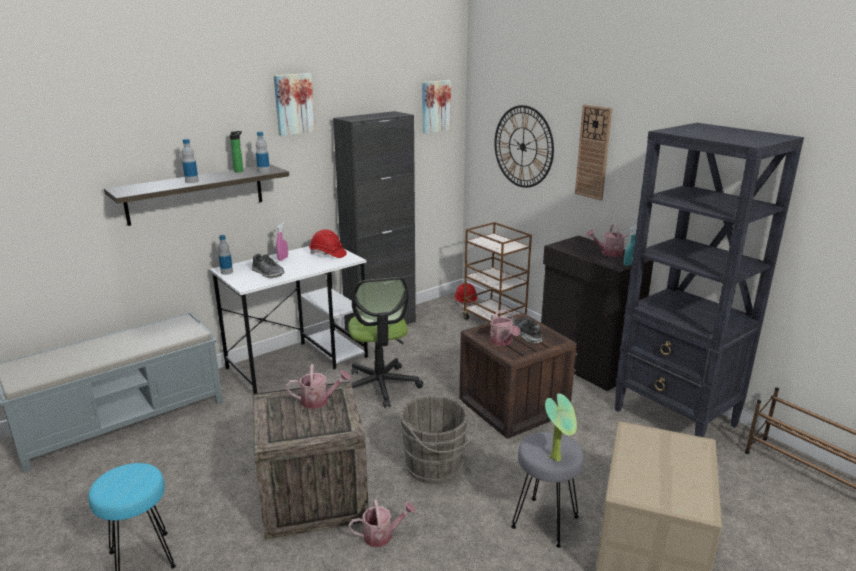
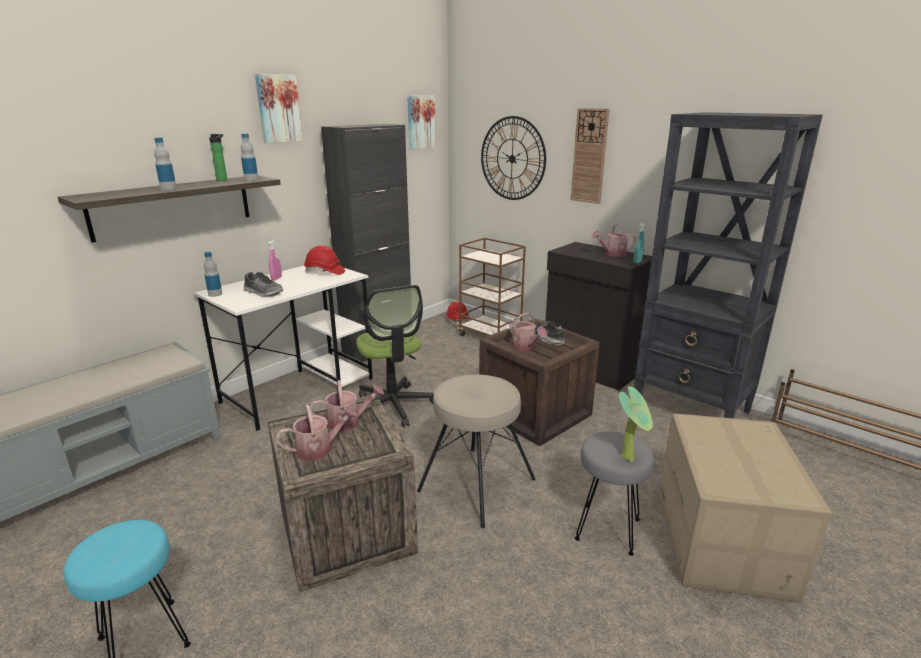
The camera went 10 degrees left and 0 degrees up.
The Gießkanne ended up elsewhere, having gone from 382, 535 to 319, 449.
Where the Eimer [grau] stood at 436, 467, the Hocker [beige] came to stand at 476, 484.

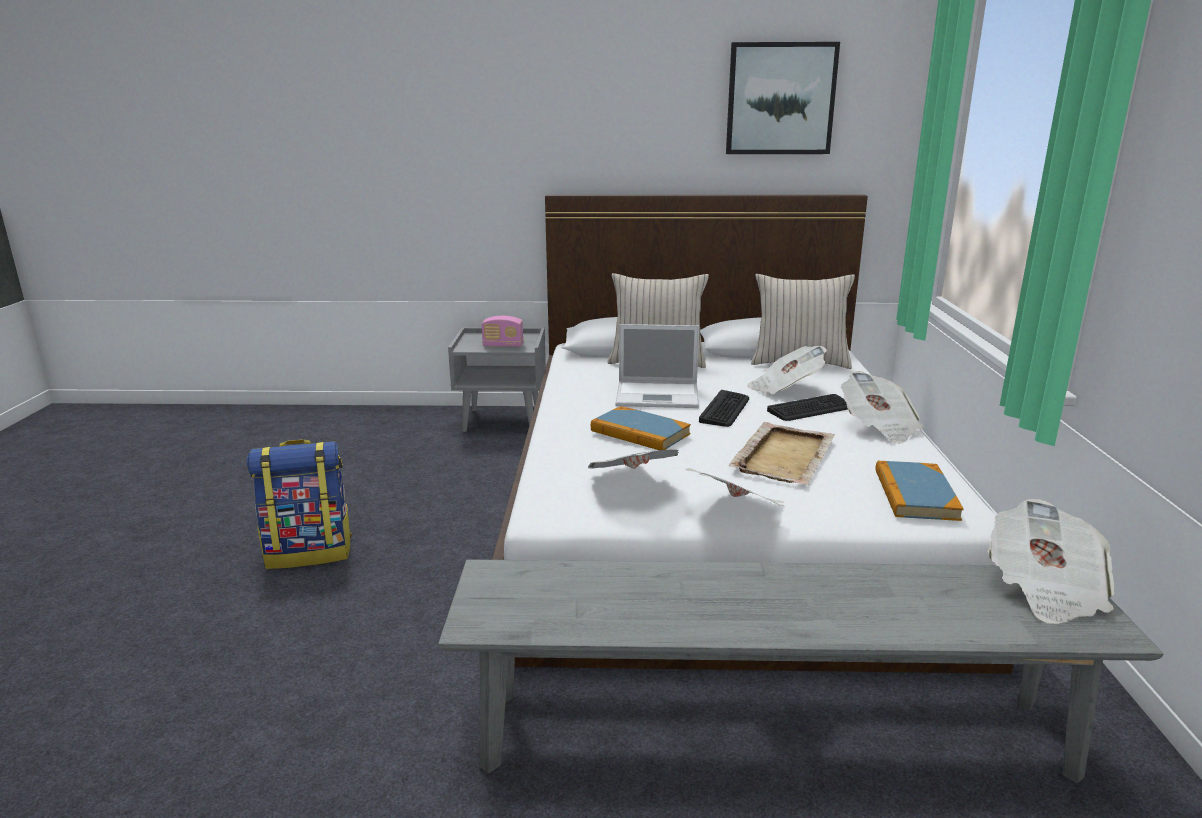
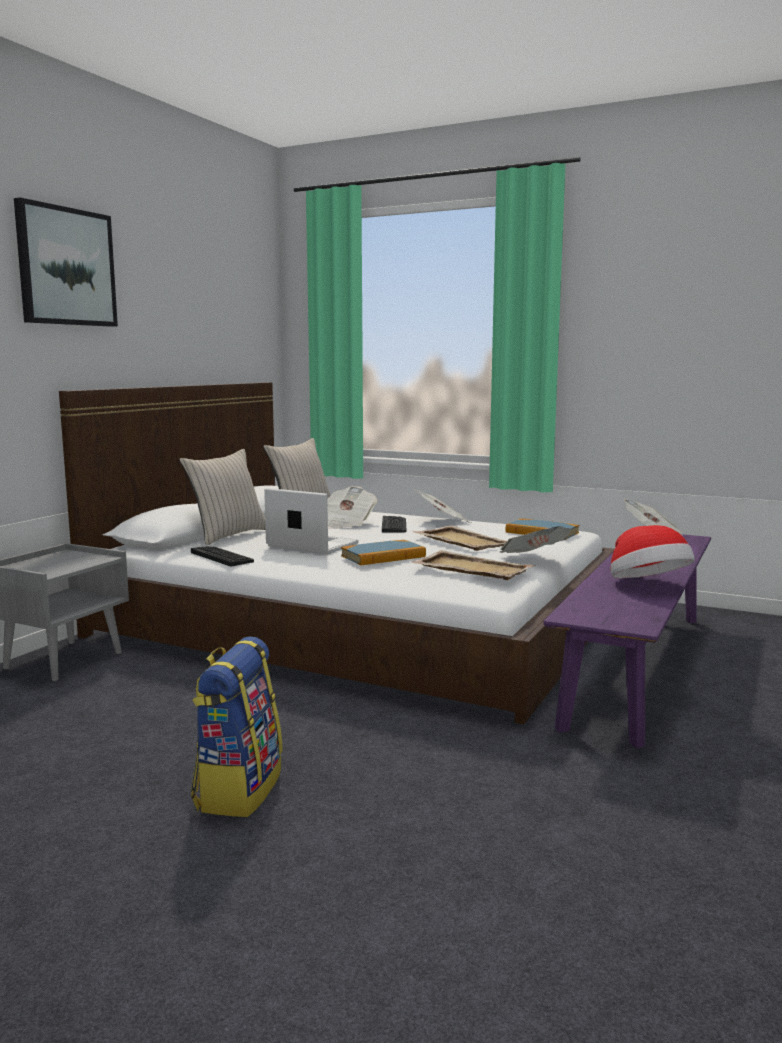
The camera went 65 degrees left and 10 degrees down.
The second view lost the Radio at 503, 346.
The second view gained the Hut at 648, 585.
The Tastatur ended up elsewhere, having gone from 725, 409 to 222, 557.
The Bild ended up elsewhere, having gone from 780, 99 to 66, 267.
Where the Zeitung stood at 632, 483, the Tablett [beige] came to stand at 471, 569.
What was the Bank [grau] at 770, 733 turned into the Bank [lila] at 637, 666.
The Laptop at 659, 395 ended up facing another way, 90 degrees counterclockwise from before.

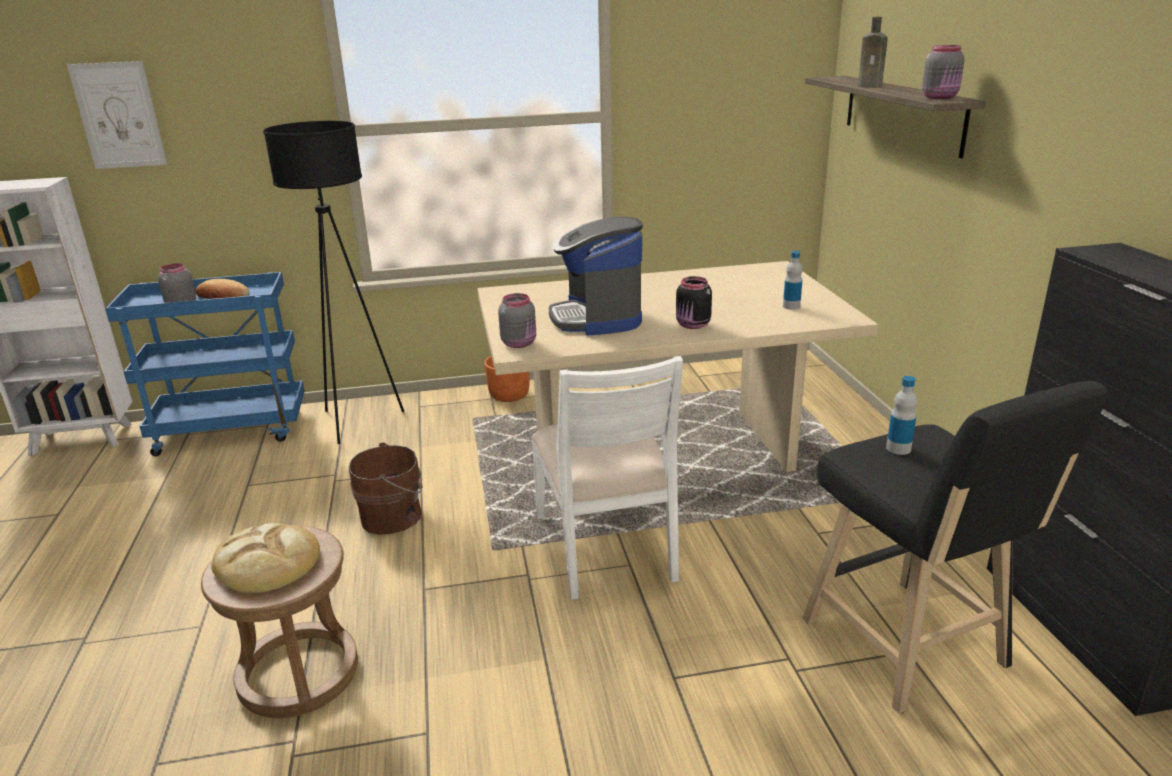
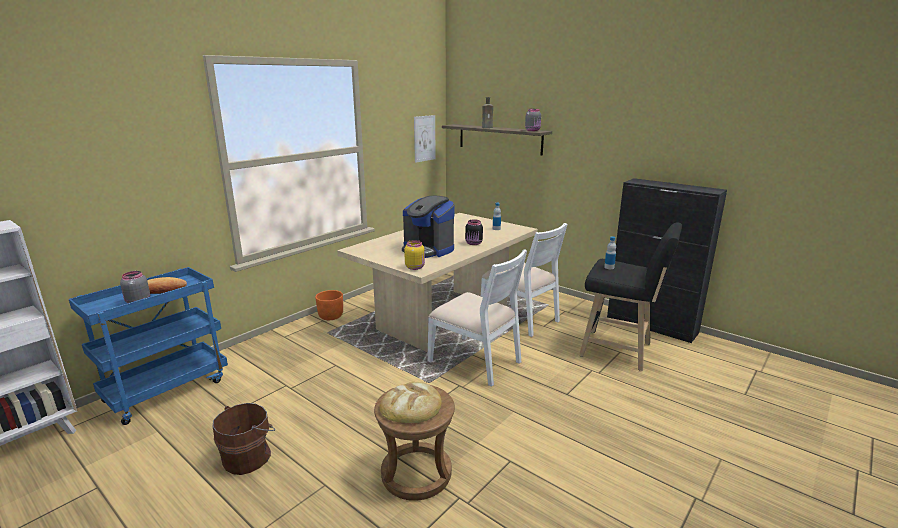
The camera went 40 degrees left and 5 degrees down.
The second view lost the Stehlampe [schwarz] at 357, 421.
The second view gained the Stuhl [weiß] at 520, 318.
The Bild ended up elsewhere, having gone from 119, 115 to 424, 138.
The Eimer [braun] ended up elsewhere, having gone from 394, 516 to 249, 456.
What was the Vorratsglas [grau] at 520, 343 turned into the Vorratsglas [gelb] at 415, 267.

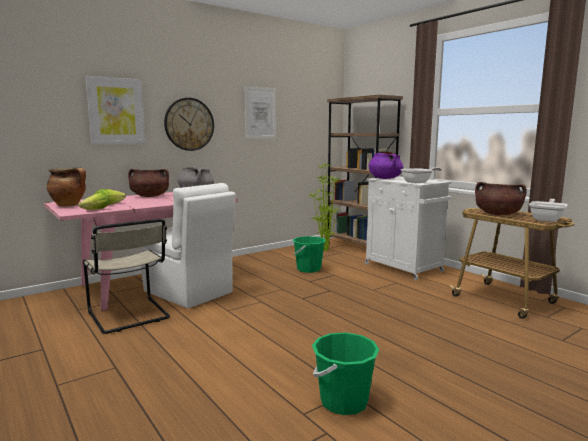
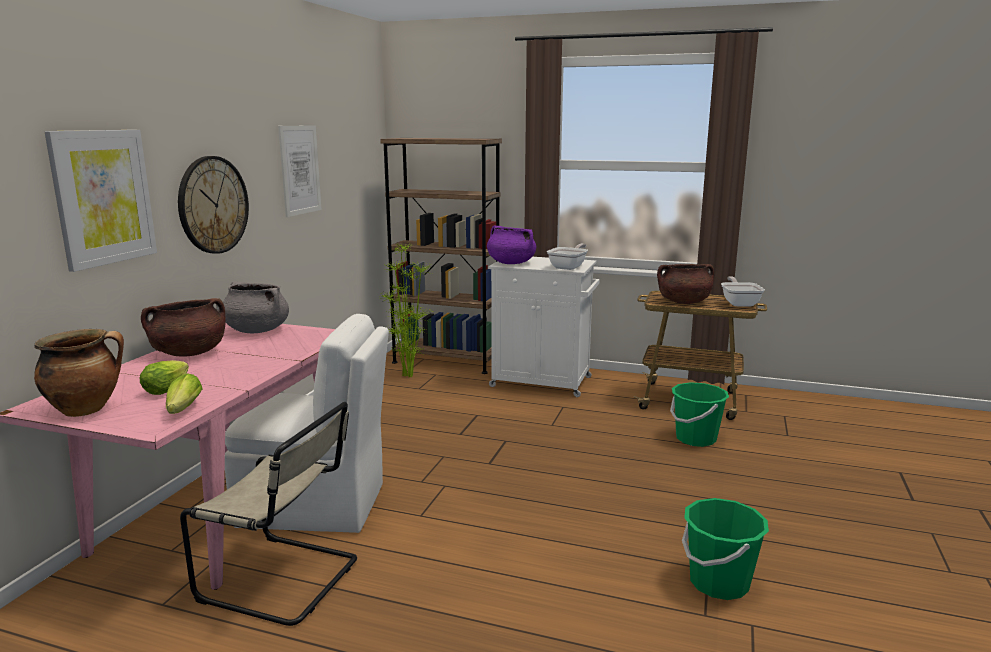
The camera went 35 degrees left and 5 degrees up.
The Eimer [grün] ended up elsewhere, having gone from 308, 269 to 695, 438.

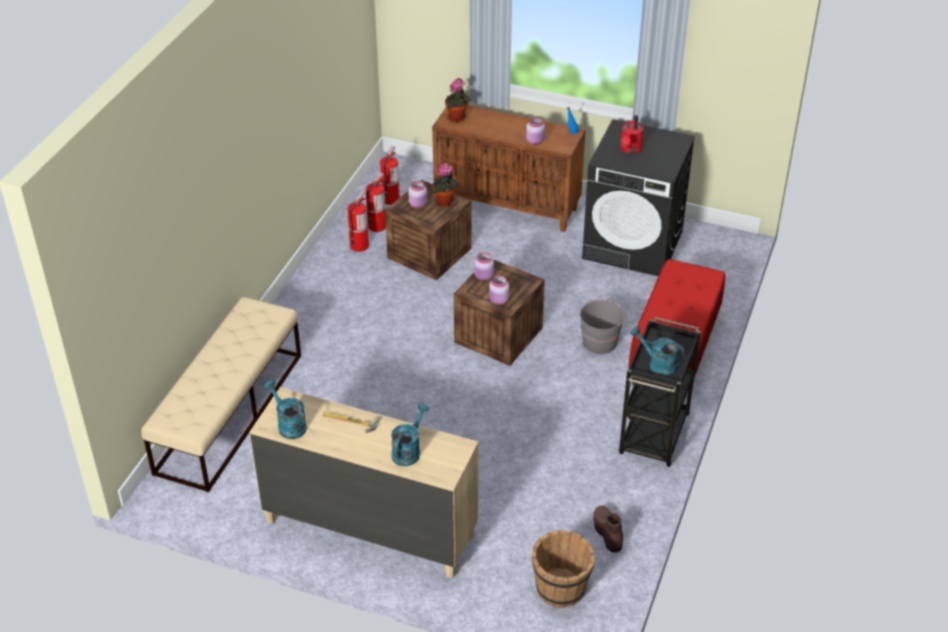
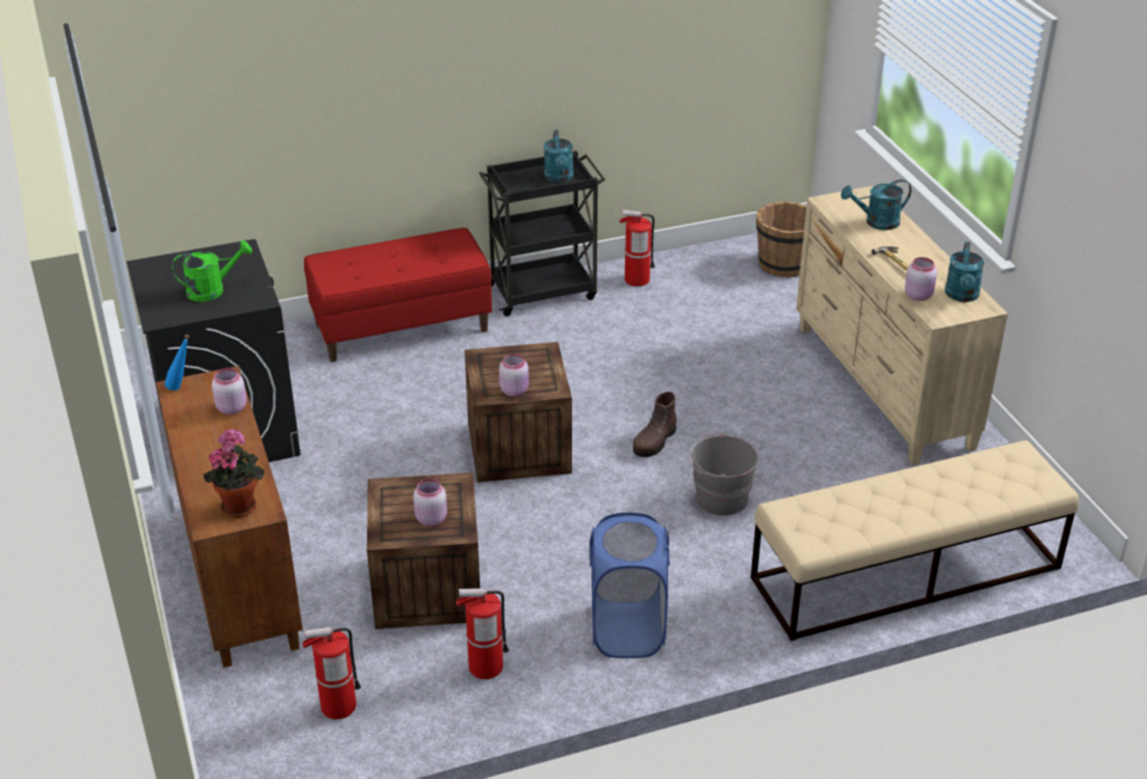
The camera went 130 degrees left and 5 degrees down.
The second view lost the Topfpflanze at 445, 203.
The second view gained the Wäschekorb [blau] at 627, 630.
The Feuerlöscher ended up elsewhere, having gone from 377, 226 to 636, 279.
The Vorratsglas [rosa] ended up elsewhere, having gone from 499, 301 to 918, 295.
The Eimer [grau] ended up elsewhere, having gone from 600, 342 to 720, 499.
The Stiefel [braun] ended up elsewhere, having gone from 607, 532 to 654, 442.
What was the Gießkanne [rot] at 630, 150 turned into the Gießkanne [grün] at 212, 290.

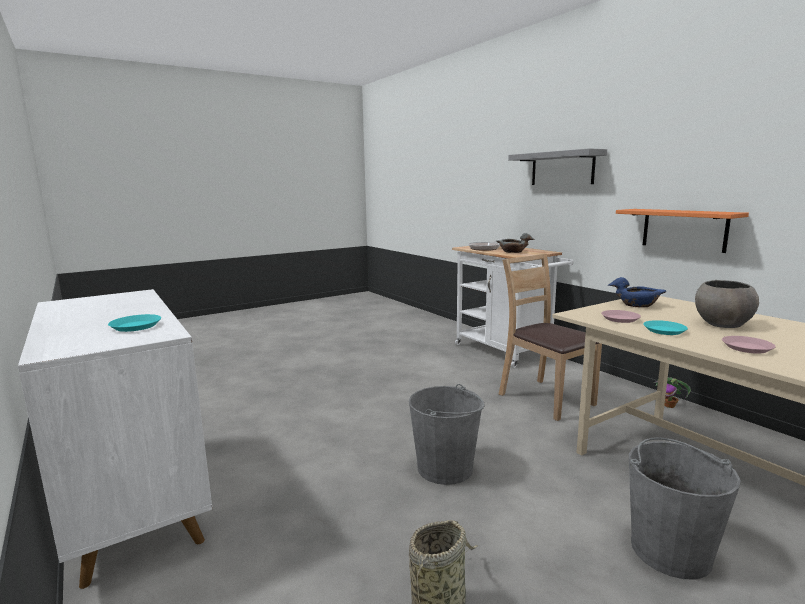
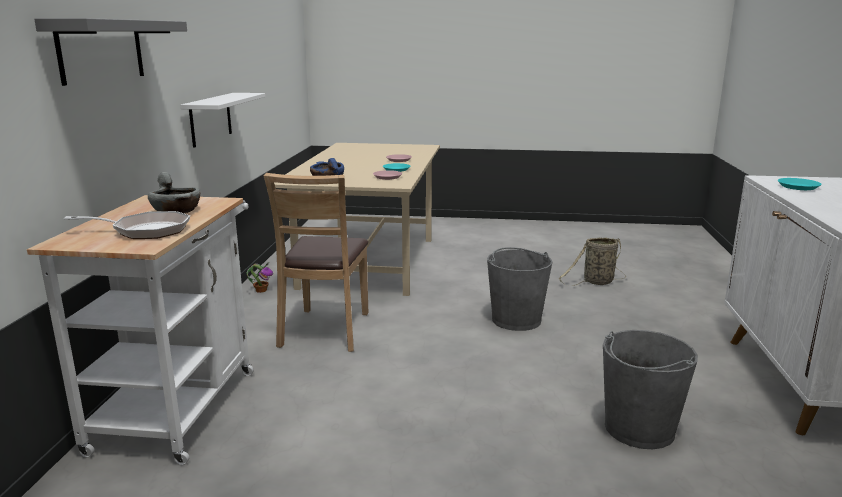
The camera went 140 degrees left and 5 degrees up.
The second view lost the Schüssel [grau] at 722, 324.
The Eimer [grau] ended up elsewhere, having gone from 670, 550 to 639, 429.
What was the Wandregal [orange] at 684, 229 turned into the Wandregal [weiß] at 210, 119.

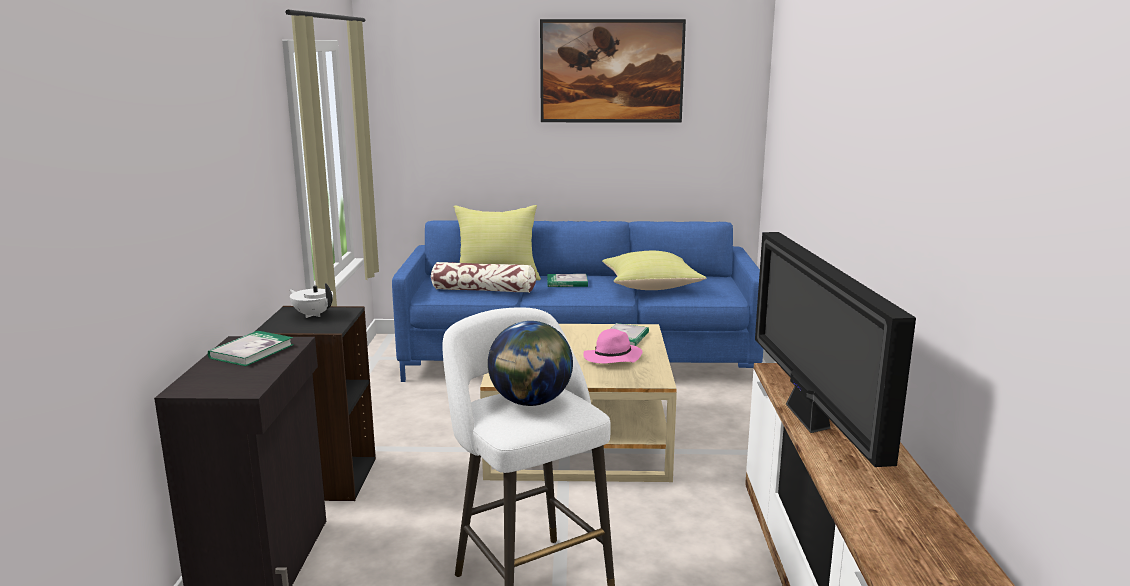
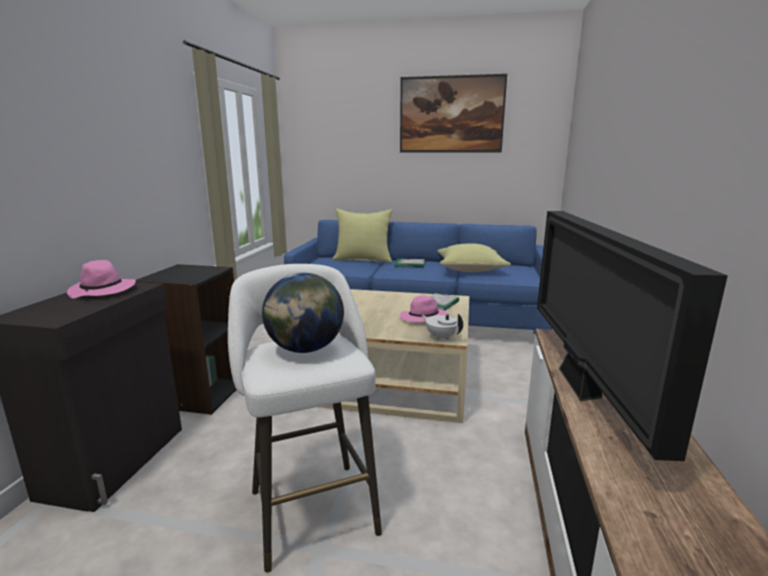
The camera went 10 degrees right and 0 degrees up.
The second view lost the Kissen at 484, 290.
The Teekanne [weiß] ended up elsewhere, having gone from 313, 315 to 441, 337.
Where the Buch stood at 251, 351, the Hut [rosa] came to stand at 103, 291.

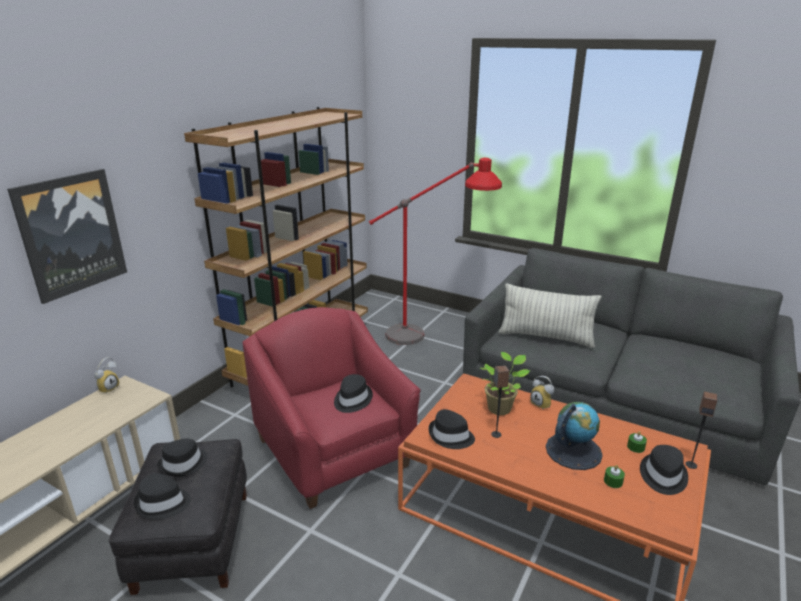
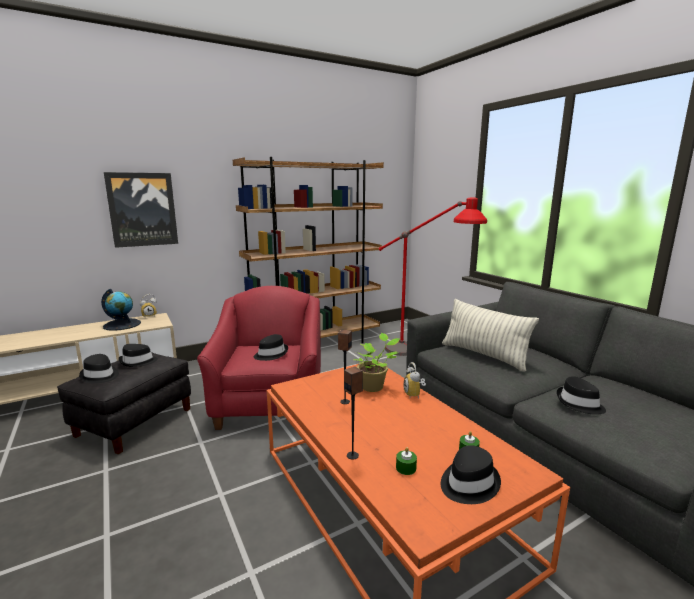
The camera went 30 degrees right and 10 degrees down.
The Hut [schwarz] ended up elsewhere, having gone from 450, 436 to 579, 403.
The Globus ended up elsewhere, having gone from 573, 451 to 122, 324.
The Lautsprecher ended up elsewhere, having gone from 691, 465 to 353, 455.

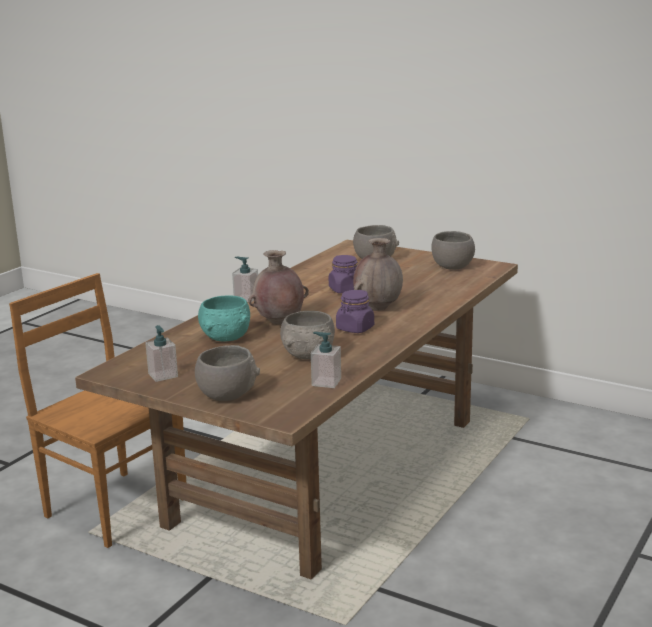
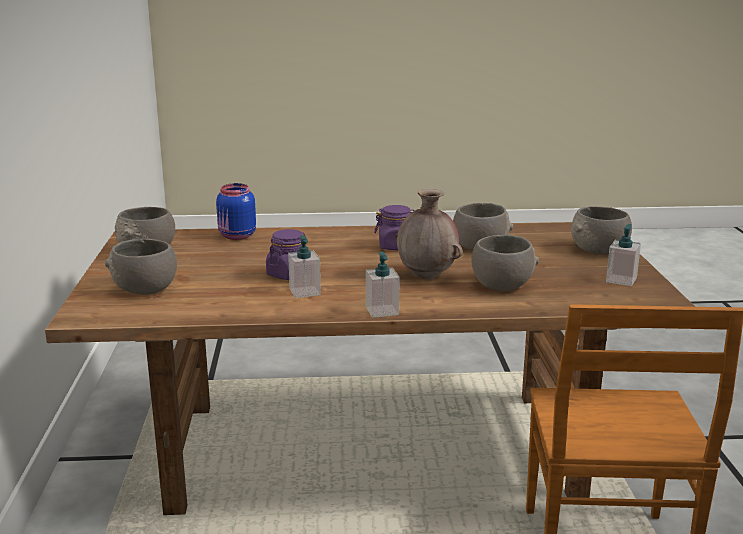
The camera went 125 degrees left and 0 degrees up.
The second view lost the Vase [braun] at 378, 308.
The second view gained the Vorratsglas [blau] at 237, 236.
The Seifenspender ended up elsewhere, having gone from 326, 382 to 305, 292.
What was the Schüssel [türkis] at 226, 337 turned into the Schüssel [grau] at 501, 285.

